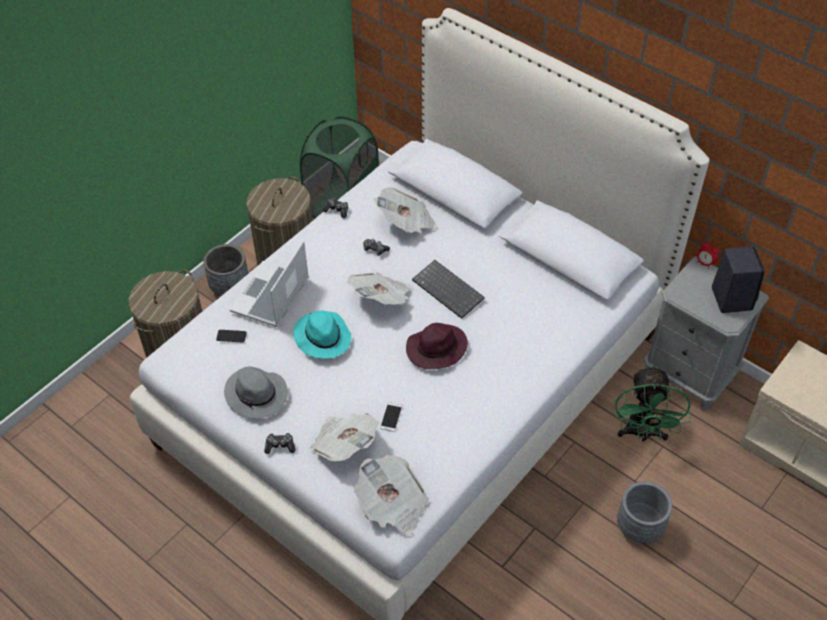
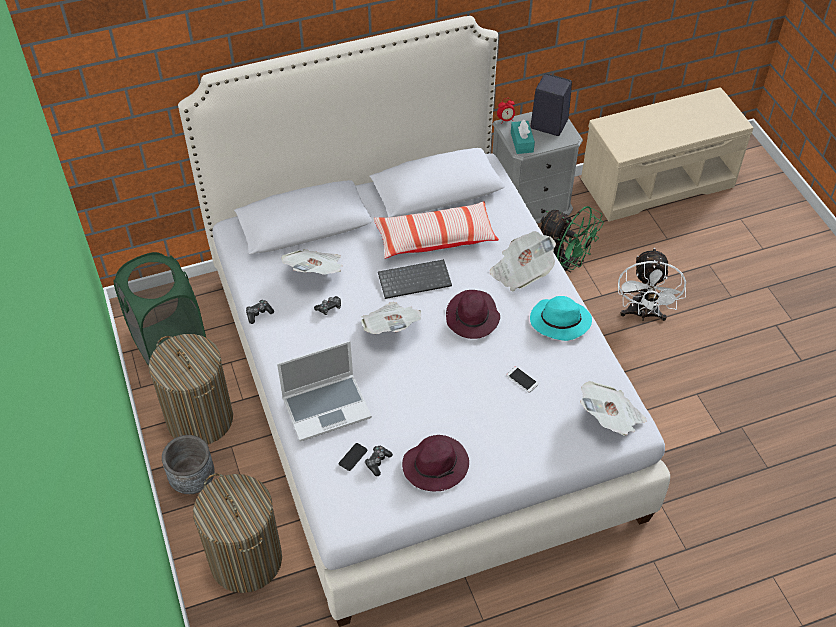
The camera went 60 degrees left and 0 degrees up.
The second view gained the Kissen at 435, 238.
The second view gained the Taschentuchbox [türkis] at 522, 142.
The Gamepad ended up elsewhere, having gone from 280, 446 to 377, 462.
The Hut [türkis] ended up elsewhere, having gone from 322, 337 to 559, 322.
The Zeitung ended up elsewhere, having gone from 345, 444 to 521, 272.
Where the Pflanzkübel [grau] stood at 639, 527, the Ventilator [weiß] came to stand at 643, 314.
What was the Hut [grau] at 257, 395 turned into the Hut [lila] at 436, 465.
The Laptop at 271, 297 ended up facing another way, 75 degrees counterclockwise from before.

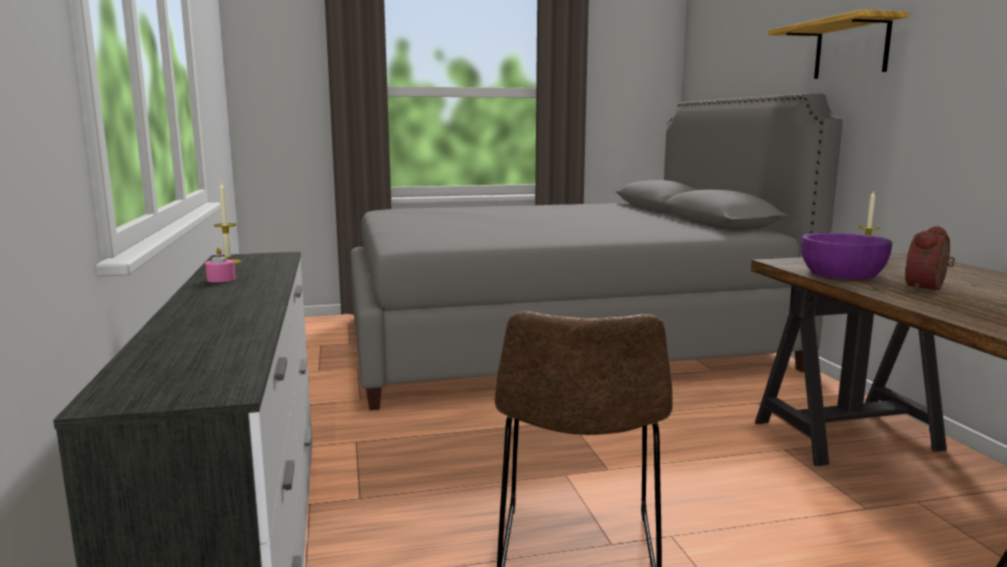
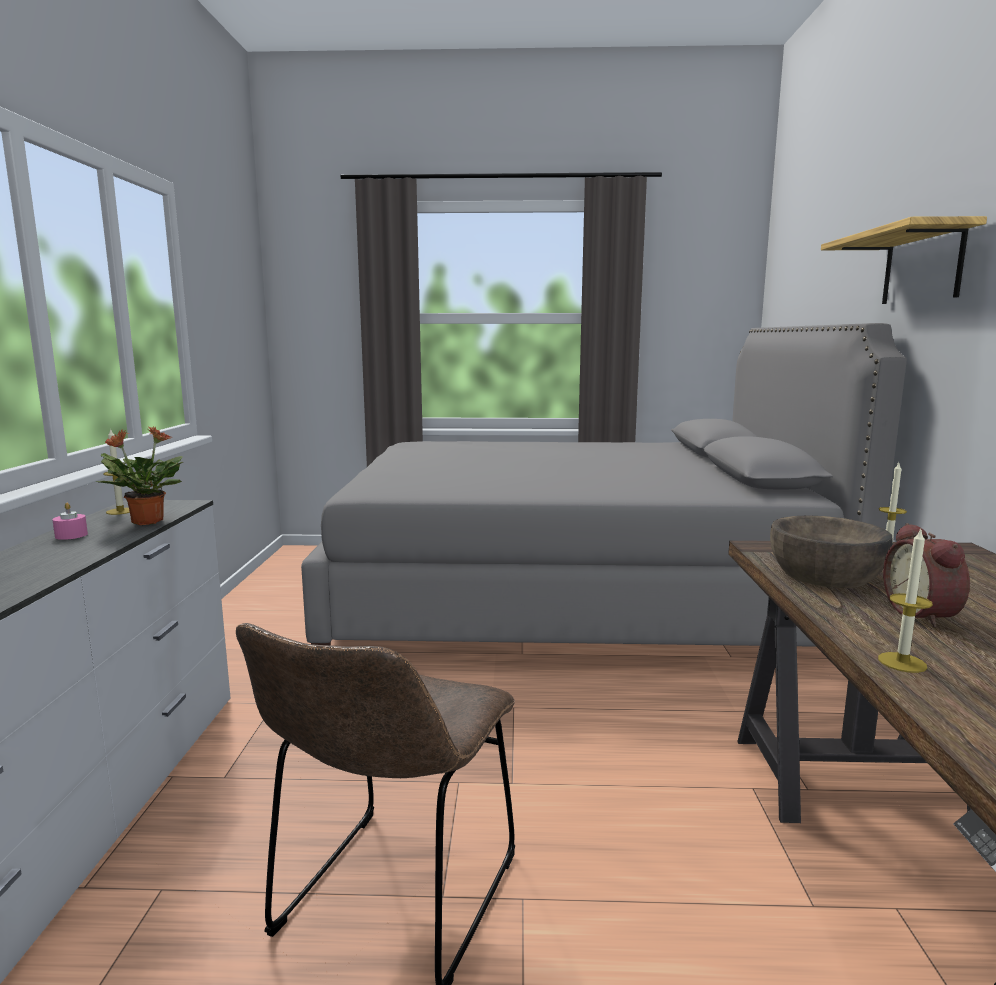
The camera went 15 degrees right and 0 degrees up.
The second view gained the Topfpflanze at 146, 521.
The second view gained the Kerze at 902, 662.
What was the Schüssel [lila] at 842, 273 turned into the Schüssel [braun] at 825, 574.
The Wecker at 928, 288 ended up facing another way, 60 degrees counterclockwise from before.

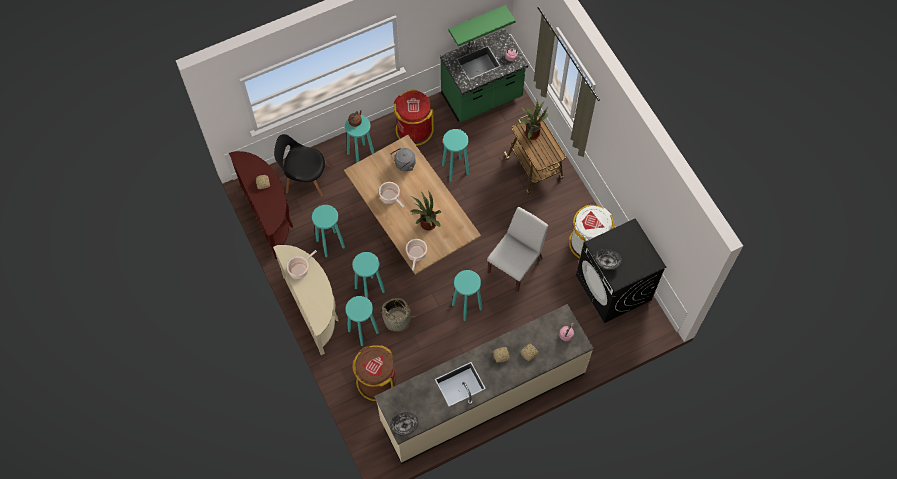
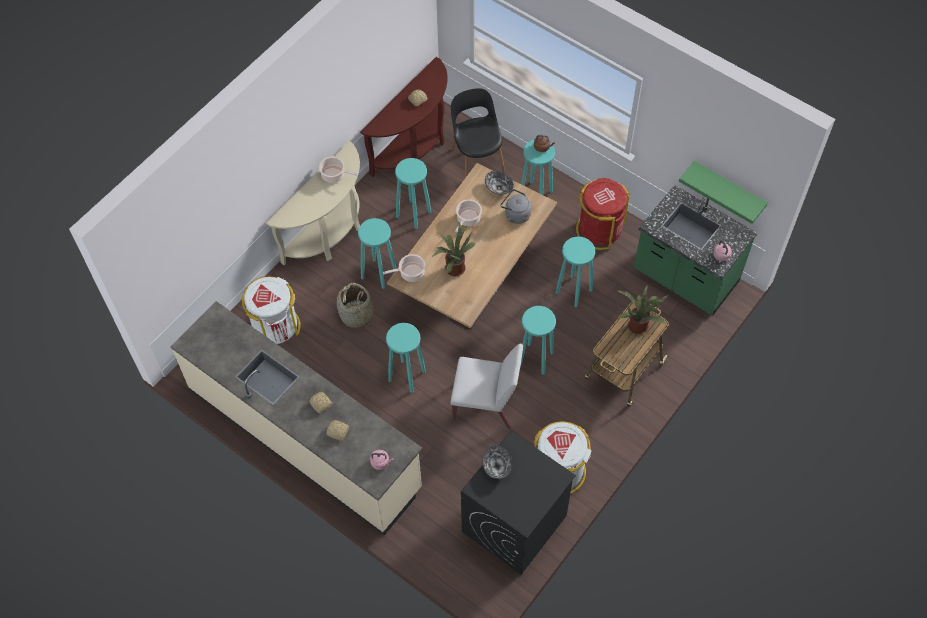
The camera went 65 degrees right and 5 degrees down.
The Hocker [türkis] ended up elsewhere, having gone from 363, 332 to 535, 359.
The Schüssel ended up elsewhere, having gone from 404, 425 to 499, 188.
What was the Mülleimer [braun] at 376, 381 turned into the Mülleimer [weiß] at 275, 326.

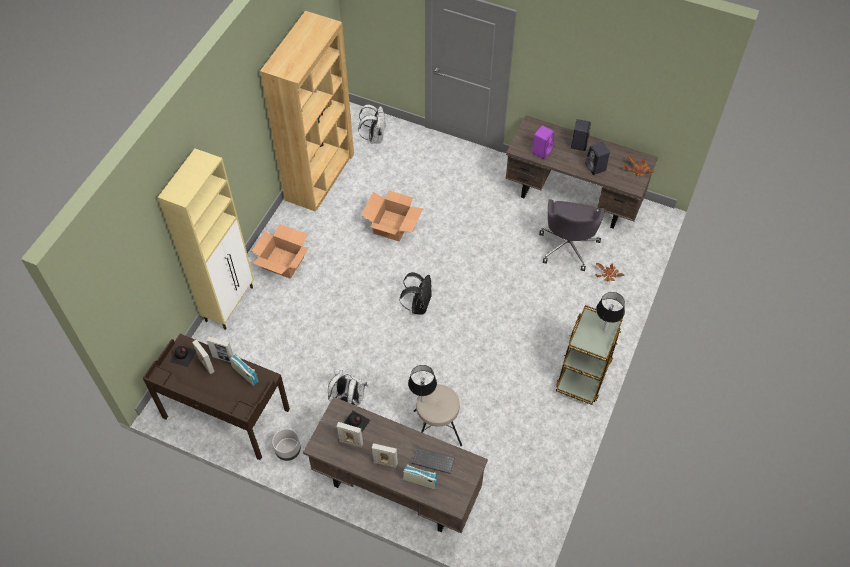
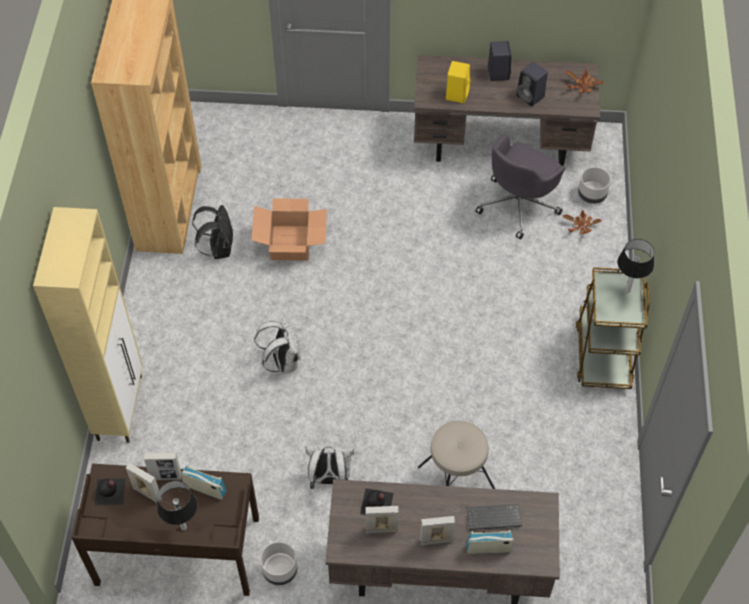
The camera went 20 degrees left and 0 degrees up.
The second view lost the Karton at 283, 262.
The second view gained the Pflanzkübel [grau] at 591, 195.
The Rucksack [weiß] ended up elsewhere, having gone from 374, 137 to 283, 362.
The Rucksack [schwarz] ended up elsewhere, having gone from 418, 305 to 219, 248.
The Tischlampe ended up elsewhere, having gone from 422, 400 to 183, 527.
What was the Lautsprecher [lila] at 542, 150 turned into the Lautsprecher [gelb] at 457, 93.
The Bürostuhl [grau] at 568, 246 ended up facing another way, 45 degrees clockwise from before.

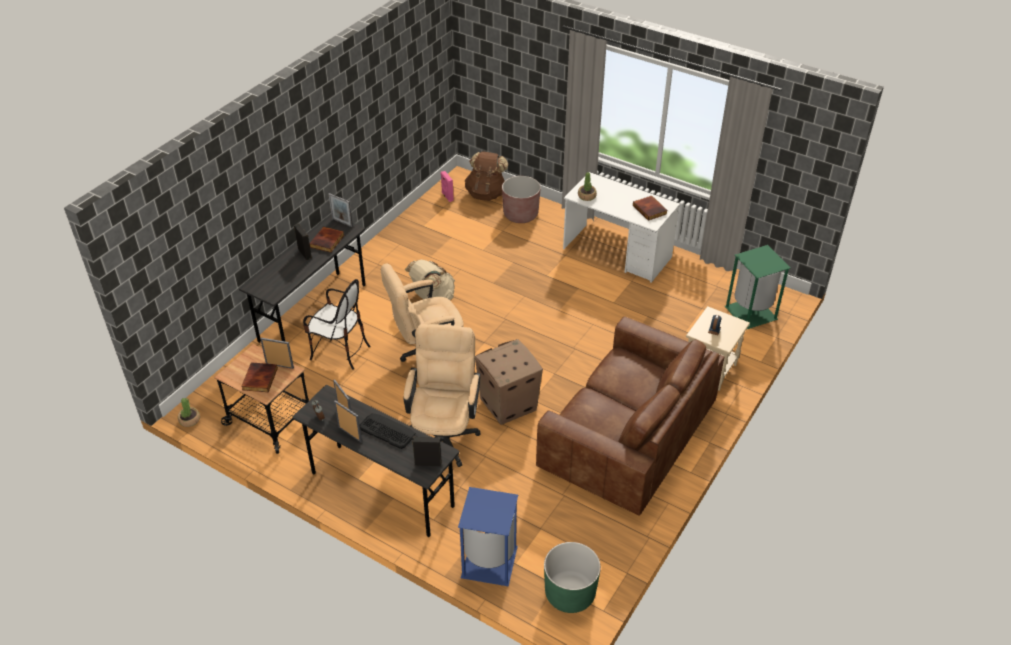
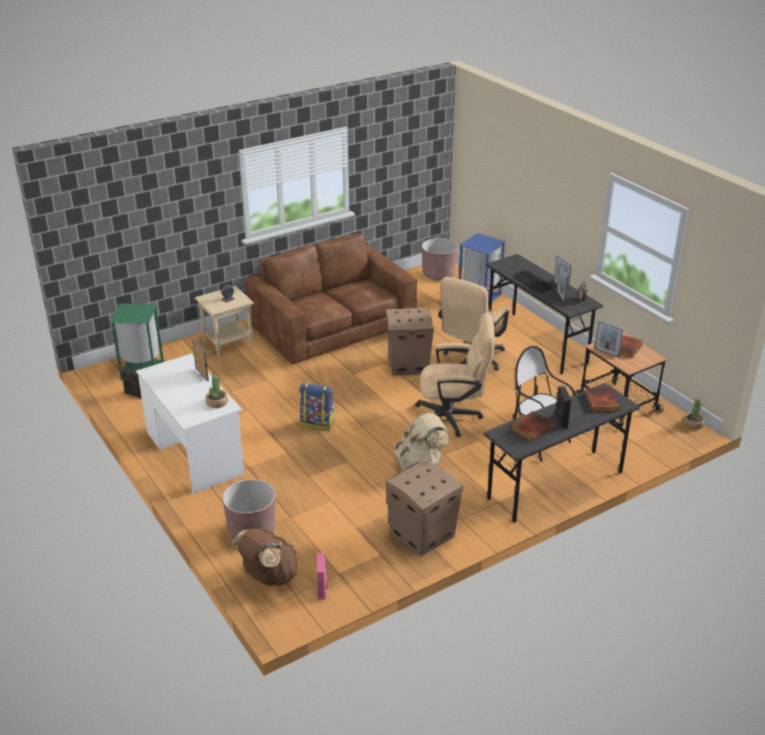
The camera went 155 degrees left and 10 degrees down.
The second view gained the Rucksack at 318, 423.
The second view gained the Karton at 421, 535.
The Bilderrahmen ended up elsewhere, having gone from 342, 222 to 202, 374.
The Lautsprecher [schwarz] ended up elsewhere, having gone from 428, 462 to 133, 395.
The Buch ended up elsewhere, having gone from 650, 209 to 601, 401.
What was the Pflanzkübel [grün] at 570, 593 turned into the Pflanzkübel [braun] at 438, 274.

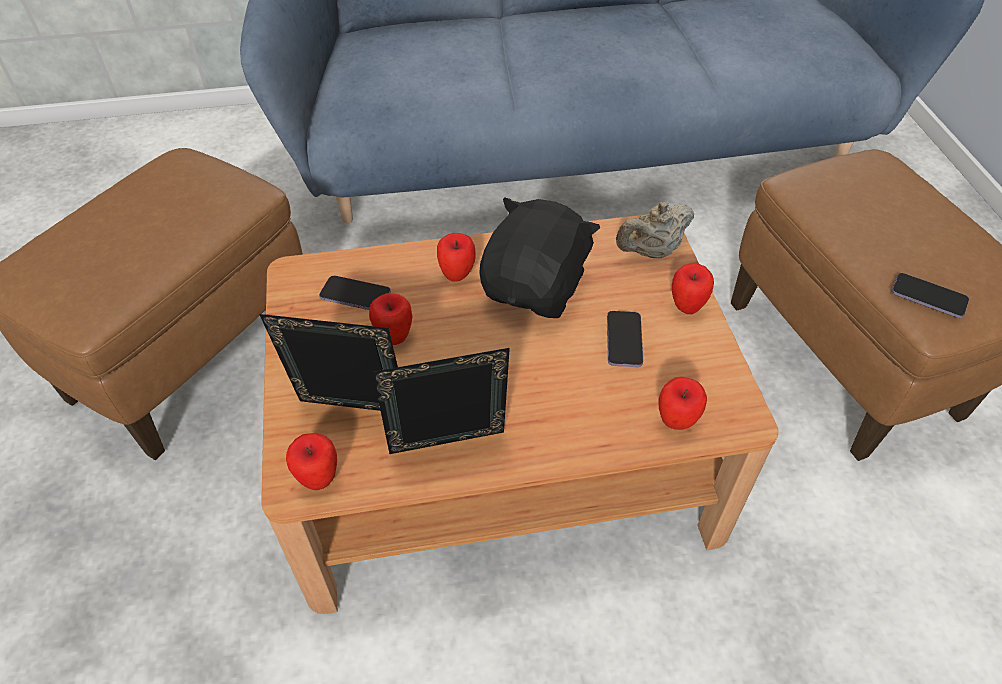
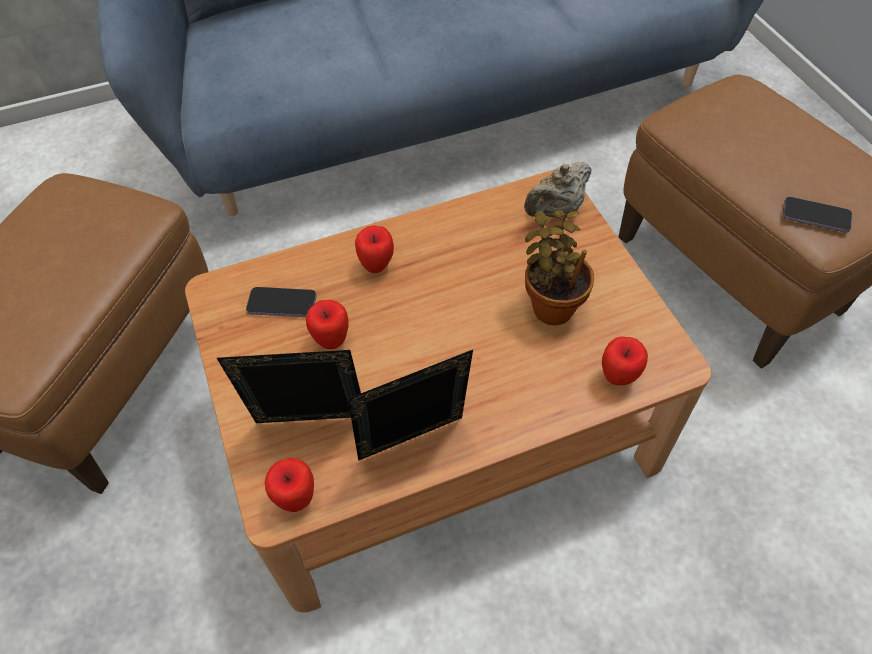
The camera went 10 degrees left and 5 degrees up.
The second view lost the Plüschtier [schwarz] at 536, 287.
The second view lost the Apfel at 686, 307.
Where the Handy stood at 624, 340, the Topfpflanze came to stand at 551, 305.

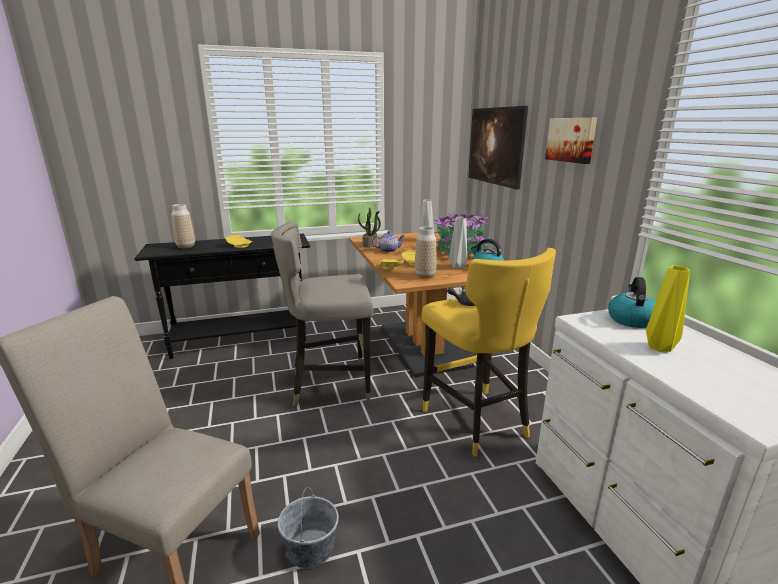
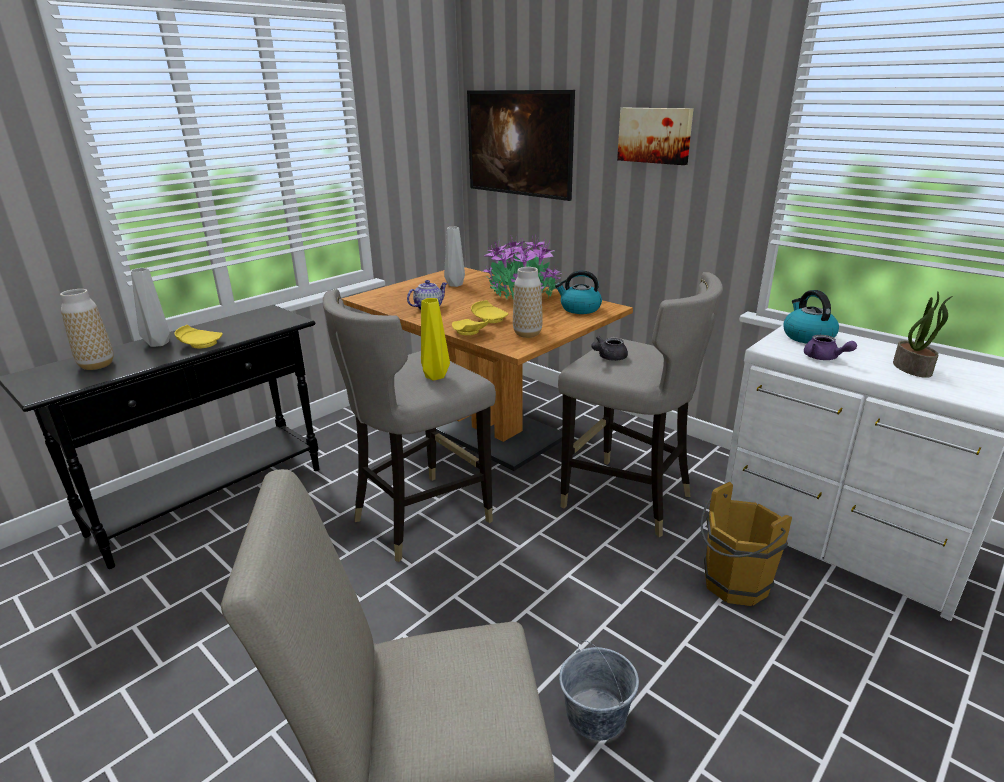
The camera went 30 degrees left and 5 degrees up.
The second view gained the Eimer [braun] at 731, 586.
The second view gained the Teekanne [lila] at 824, 358.
The Topfpflanze ended up elsewhere, having gone from 370, 245 to 913, 369.
The Vase [grau] ended up elsewhere, having gone from 457, 267 to 157, 344.
The Vase [gelb] ended up elsewhere, having gone from 660, 347 to 435, 376.
What was the Hocker [gelb] at 476, 422 turned into the Hocker [grau] at 628, 499.

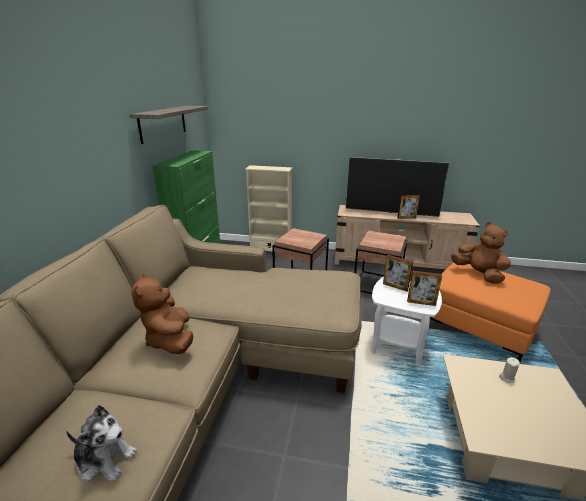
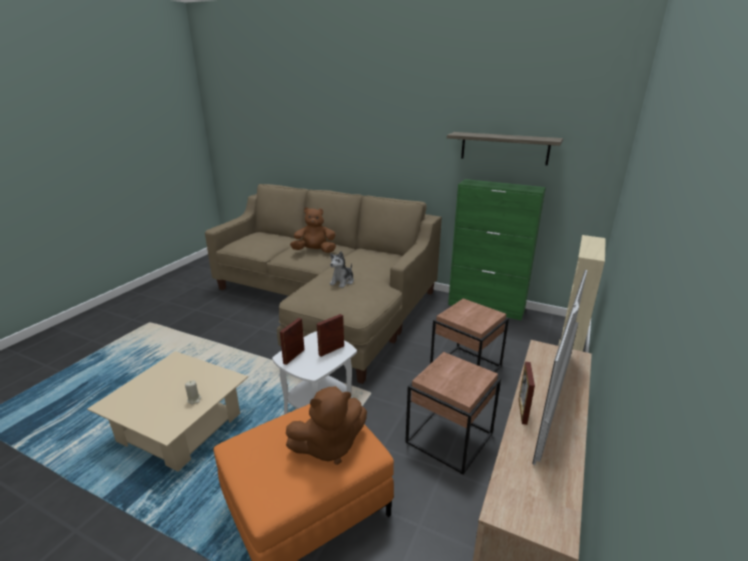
The camera went 105 degrees right and 0 degrees up.
The Plüschtier ended up elsewhere, having gone from 105, 459 to 342, 282.

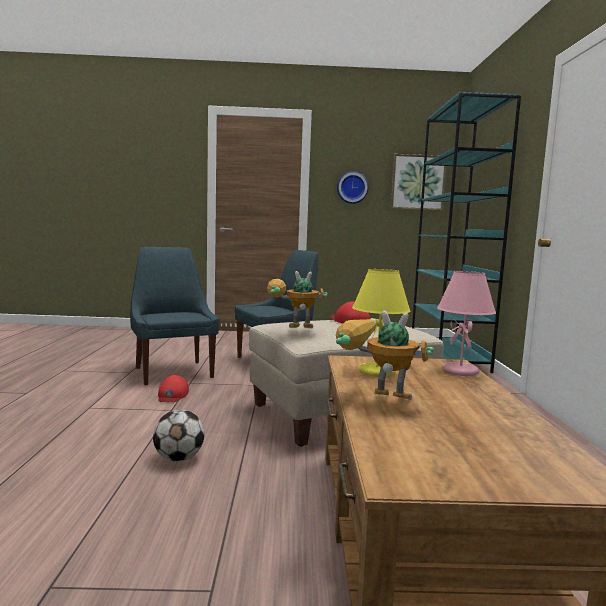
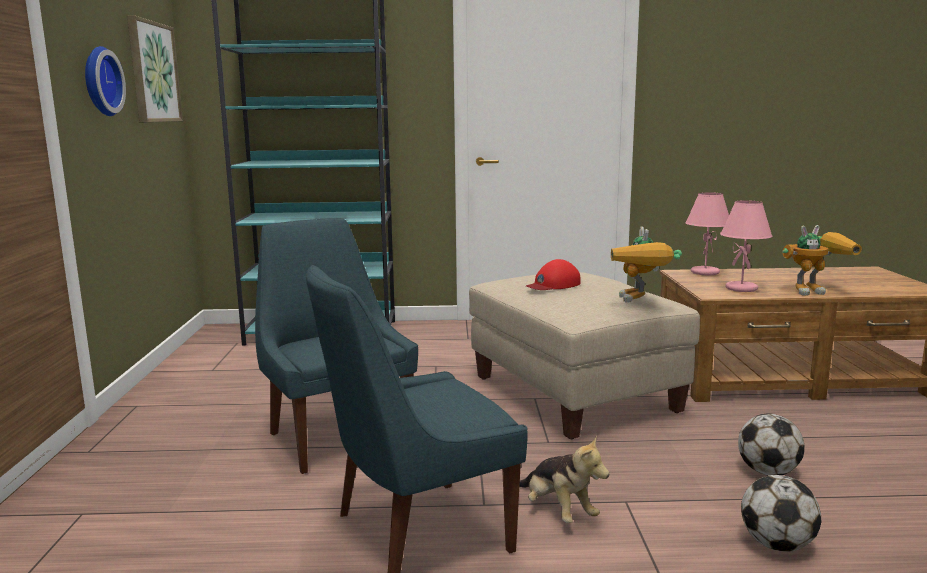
The camera went 90 degrees left and 5 degrees up.
The second view gained the Fußball at 776, 545.
Where the Kappe [rot] stood at 172, 395, the Plüschtier came to stand at 558, 511.
What was the Tischlampe [gelb] at 377, 372 turned into the Tischlampe [rosa] at 742, 289.
The Spielzeugroboter at 374, 400 ended up facing another way, 120 degrees counterclockwise from before.

